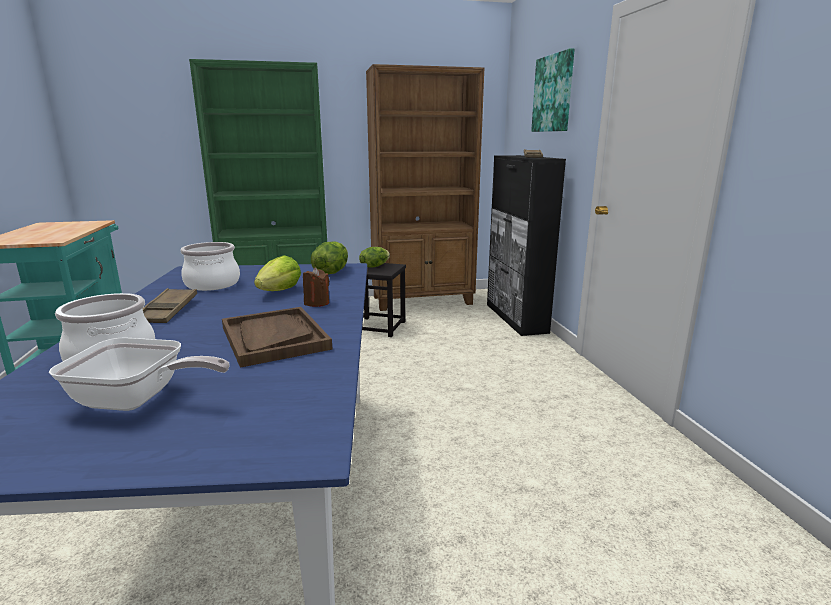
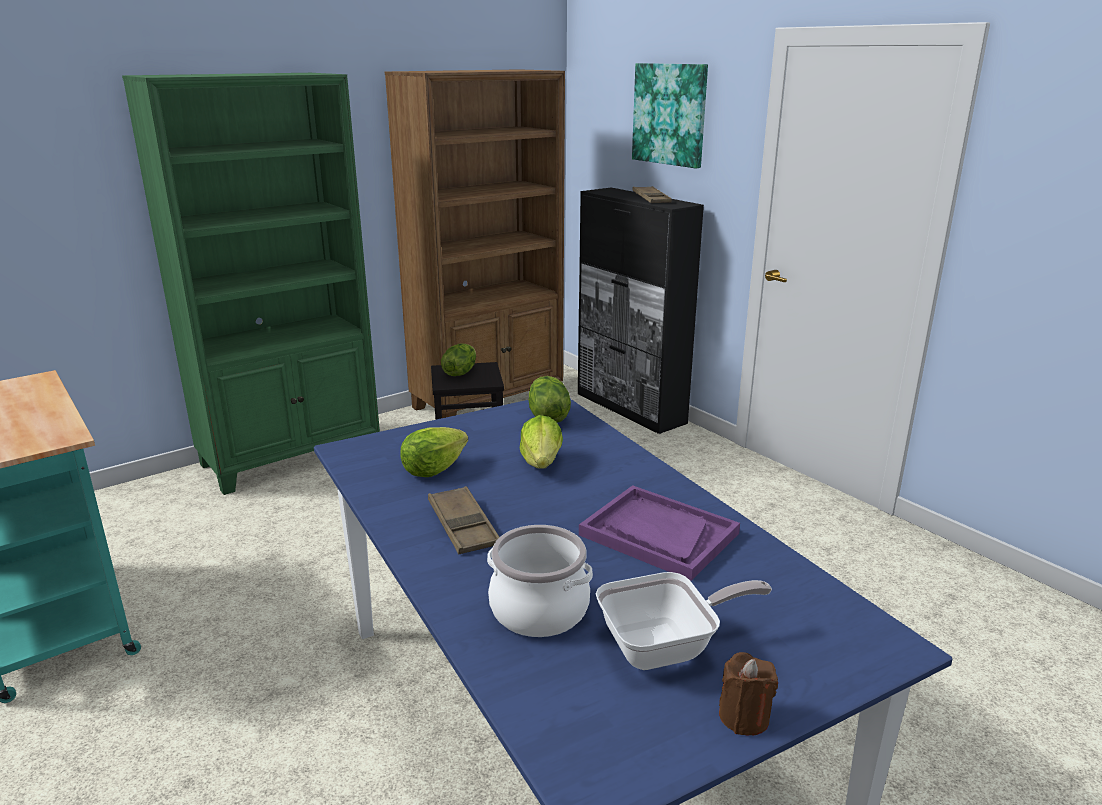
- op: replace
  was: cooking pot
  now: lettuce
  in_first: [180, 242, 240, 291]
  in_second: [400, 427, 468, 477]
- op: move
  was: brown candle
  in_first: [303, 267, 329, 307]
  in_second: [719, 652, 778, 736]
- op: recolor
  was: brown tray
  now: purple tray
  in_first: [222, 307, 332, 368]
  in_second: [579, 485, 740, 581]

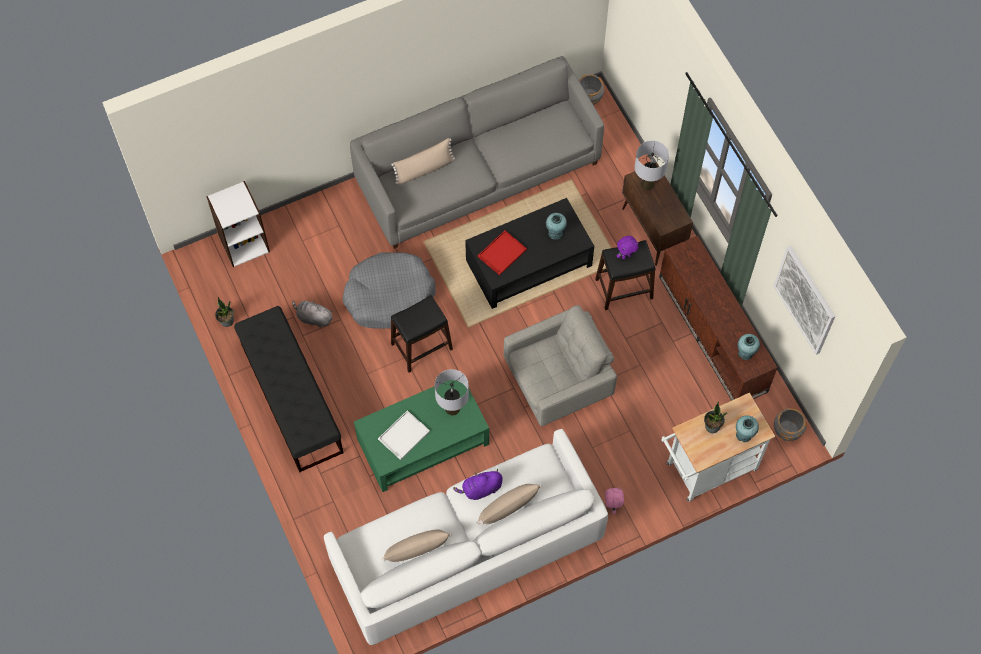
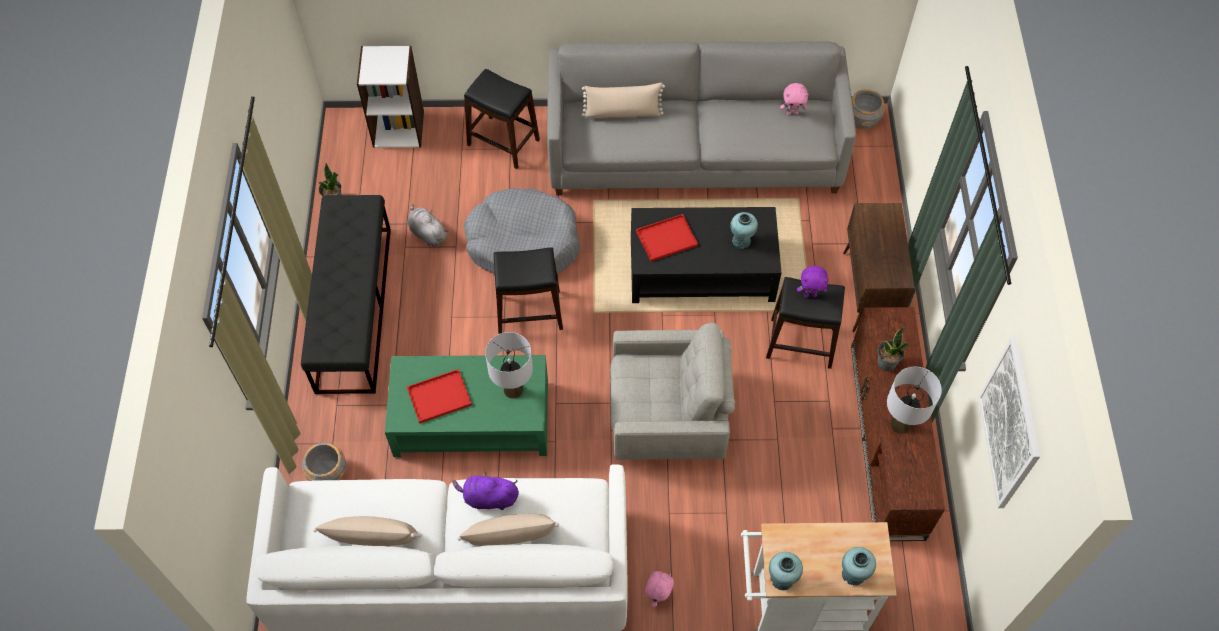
- op: move
  was: grey table lamp
  in_first: [635, 141, 669, 190]
  in_second: [887, 367, 942, 434]
- op: move
  was: turquoise vase
  in_first: [738, 334, 760, 360]
  in_second: [769, 552, 803, 590]
- op: move
  was: potted plant
  in_first: [704, 401, 728, 433]
  in_second: [878, 327, 909, 371]
- op: move
  was: grey planter
  in_first: [774, 408, 807, 441]
  in_second: [302, 443, 346, 481]
- op: recolor
  was: white tray
  now: red tray
  in_first: [378, 410, 430, 460]
  in_second: [407, 369, 472, 424]
- op: insert
  now: black stool
  in_second: [464, 69, 540, 169]
- op: insert
  now: pink plush toy
  in_second: [780, 83, 809, 115]

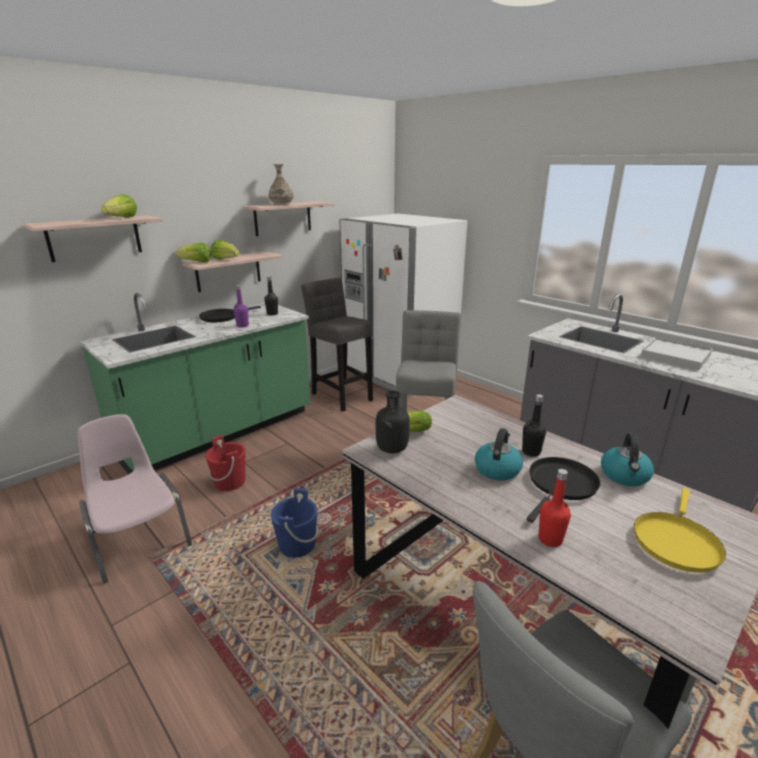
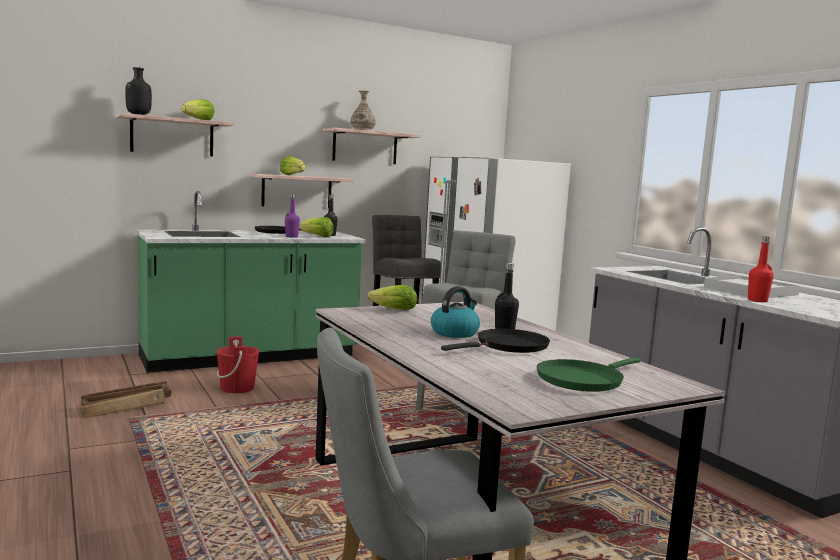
- op: move
  was: lettuce
  in_first: [176, 243, 211, 262]
  in_second: [299, 217, 333, 237]
- op: move
  was: black bottle
  in_first: [376, 391, 410, 453]
  in_second: [125, 67, 152, 115]
- op: replace
  was: pink chair
  now: crate
  in_first: [78, 414, 192, 584]
  in_second: [81, 381, 171, 418]
- op: delete
  was: kettle
  in_first: [601, 433, 654, 486]
- op: move
  was: red bottle
  in_first: [539, 469, 571, 547]
  in_second: [748, 236, 774, 302]
- op: delete
  was: blue bucket
  in_first: [271, 488, 319, 558]
- op: recolor
  was: yellow frying pan
  now: green frying pan
  in_first: [634, 488, 726, 573]
  in_second: [537, 357, 641, 392]

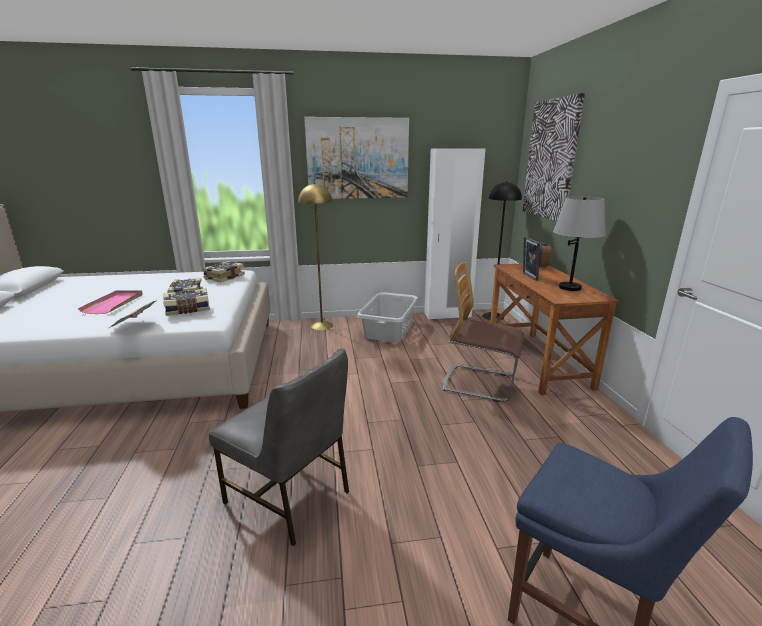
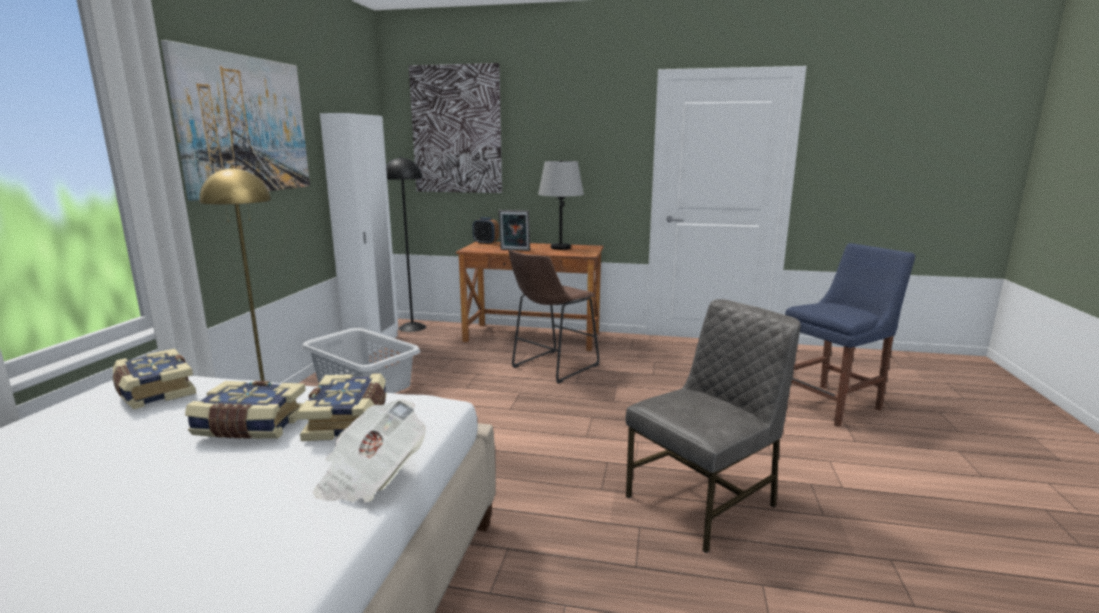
- op: replace
  was: chair
  now: brown stool
  in_first: [443, 262, 524, 402]
  in_second: [509, 250, 599, 384]
- op: delete
  was: pink tray
  in_first: [77, 290, 143, 314]

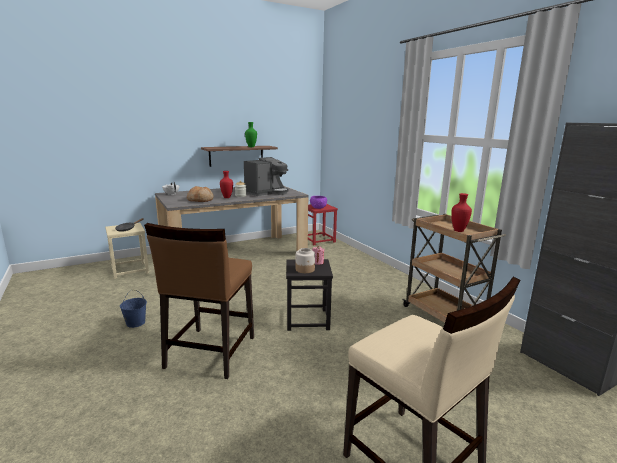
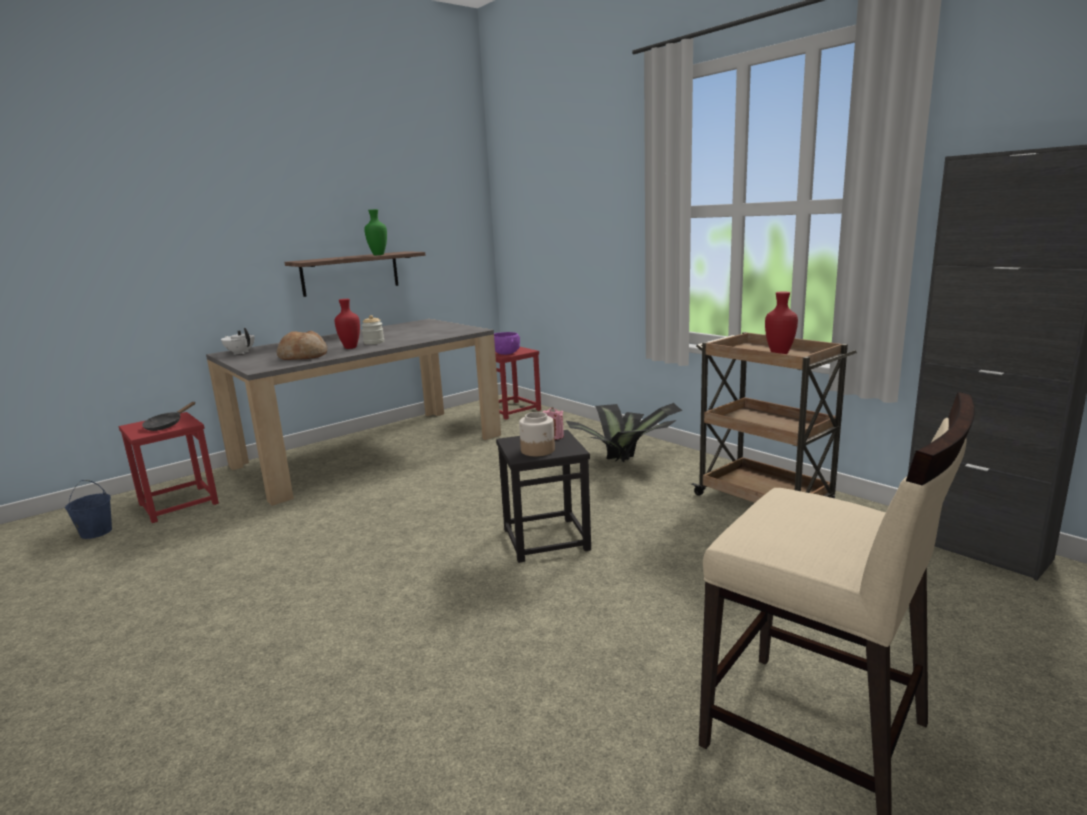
- op: delete
  was: coffee machine
  in_first: [244, 157, 288, 196]
- op: recolor
  was: beige stool
  now: red stool
  in_first: [105, 223, 149, 279]
  in_second: [119, 412, 219, 523]
- op: delete
  was: brown chair
  in_first: [144, 223, 254, 379]
- op: move
  was: blue bucket
  in_first: [120, 290, 147, 328]
  in_second: [65, 480, 112, 539]
- op: insert
  now: potted plant
  in_second: [566, 403, 682, 463]

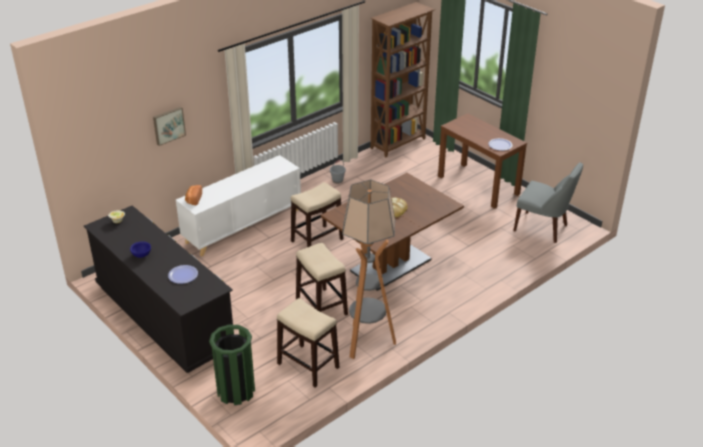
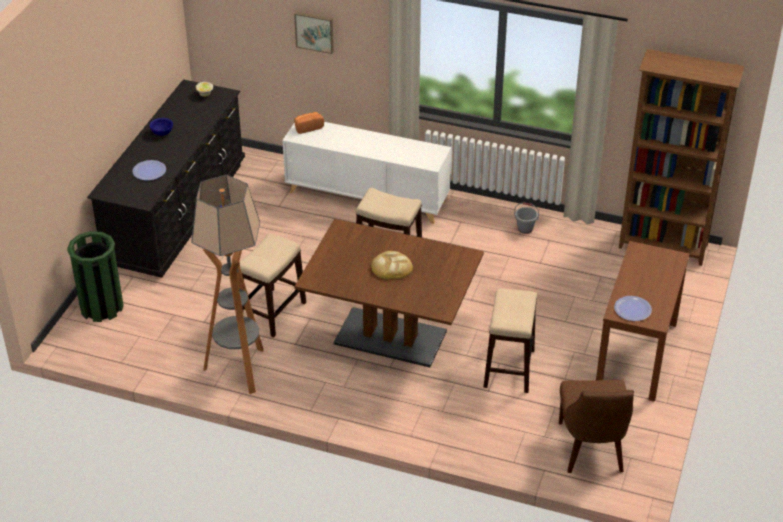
- op: recolor
  was: grey chair
  now: brown chair
  in_first: [513, 162, 583, 243]
  in_second: [559, 380, 634, 473]
- op: move
  was: stool
  in_first: [277, 298, 339, 388]
  in_second: [484, 288, 537, 393]

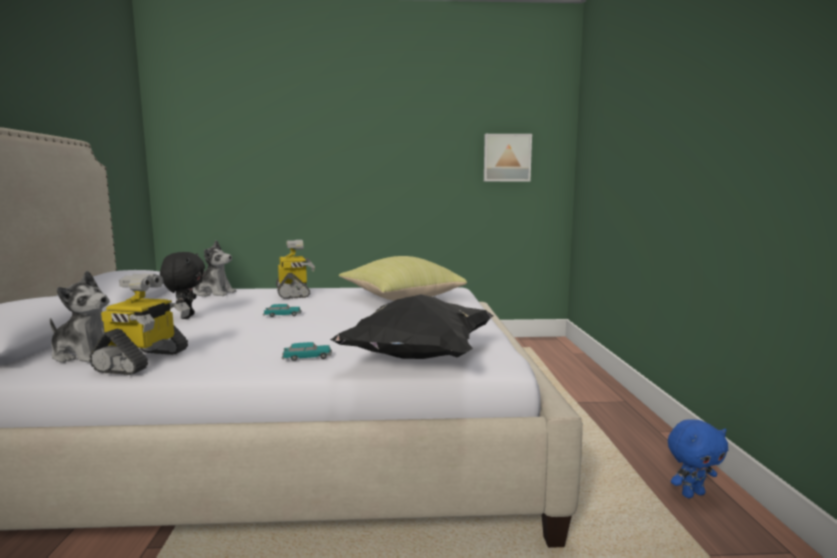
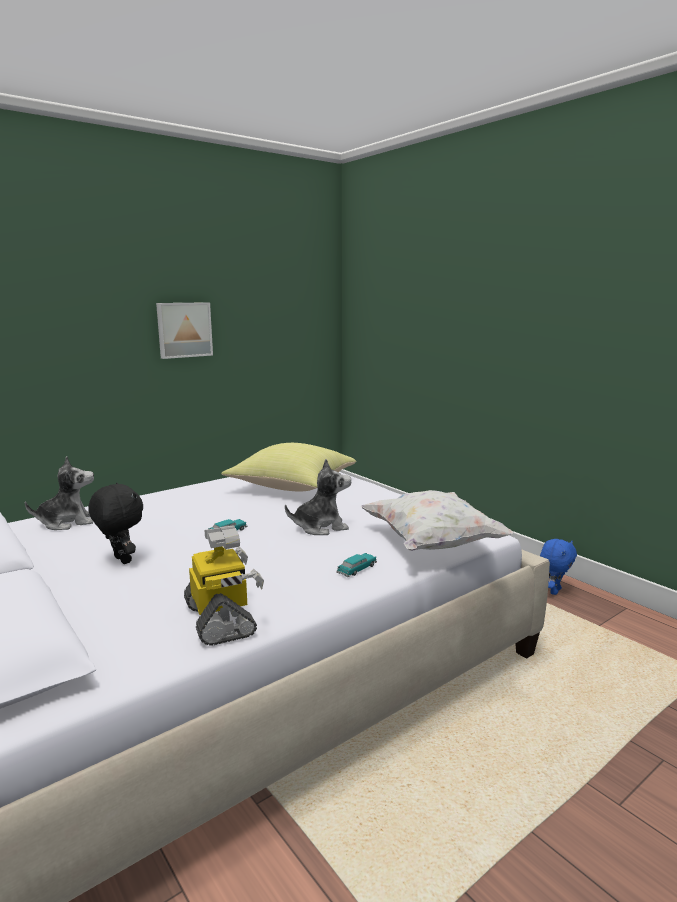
- op: move
  was: picture
  in_first: [484, 134, 532, 182]
  in_second: [156, 302, 213, 359]
- op: delete
  was: toy robot
  in_first: [276, 240, 315, 299]
- op: move
  was: plush toy
  in_first: [50, 271, 122, 363]
  in_second: [285, 459, 351, 535]
- op: recolor
  was: black pillow
  now: white pillow
  in_first: [330, 294, 493, 359]
  in_second: [361, 490, 513, 551]

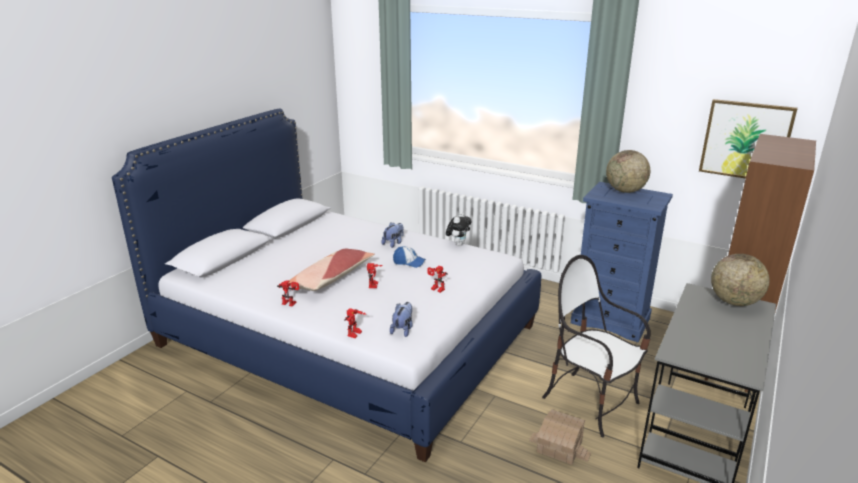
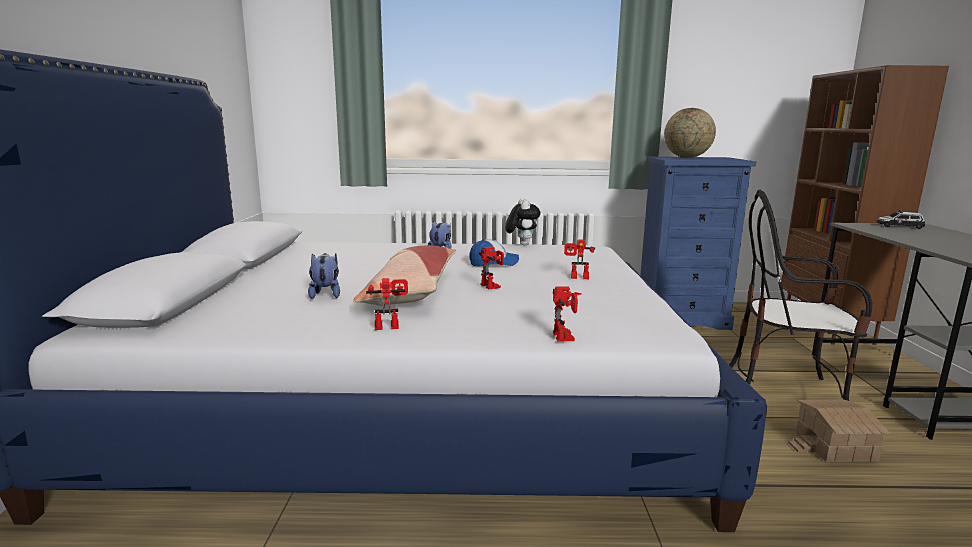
- op: delete
  was: picture
  in_first: [699, 99, 798, 179]
- op: replace
  was: globe
  now: toy car
  in_first: [711, 254, 770, 306]
  in_second: [876, 210, 925, 229]
- op: move
  was: plush toy
  in_first: [390, 302, 413, 337]
  in_second: [308, 253, 340, 299]

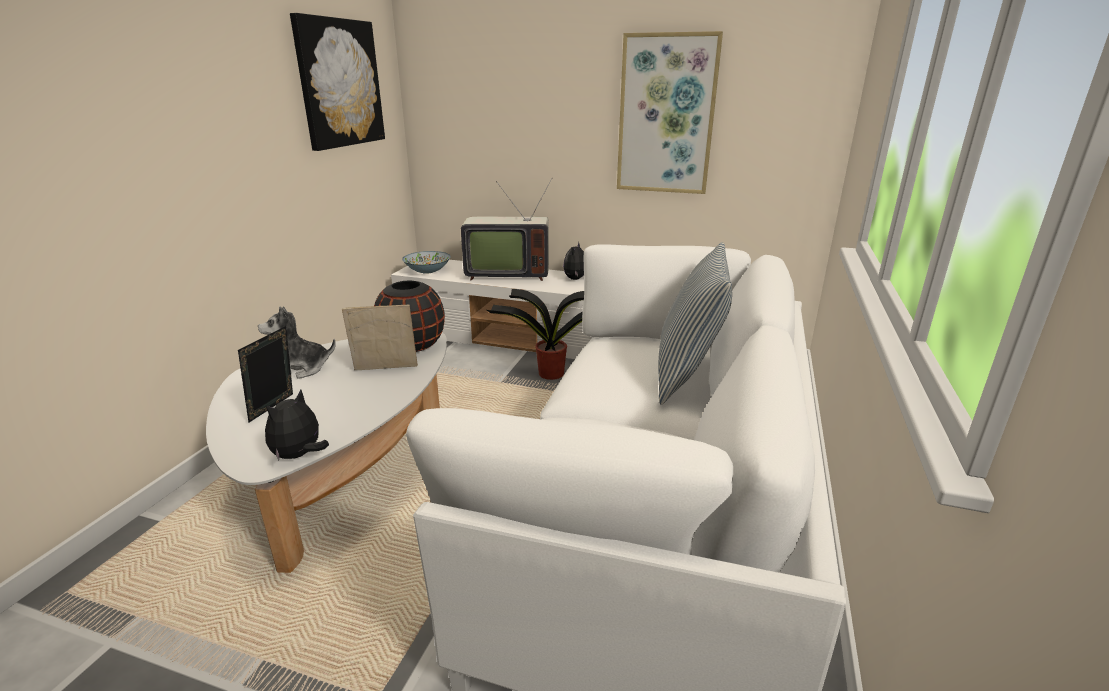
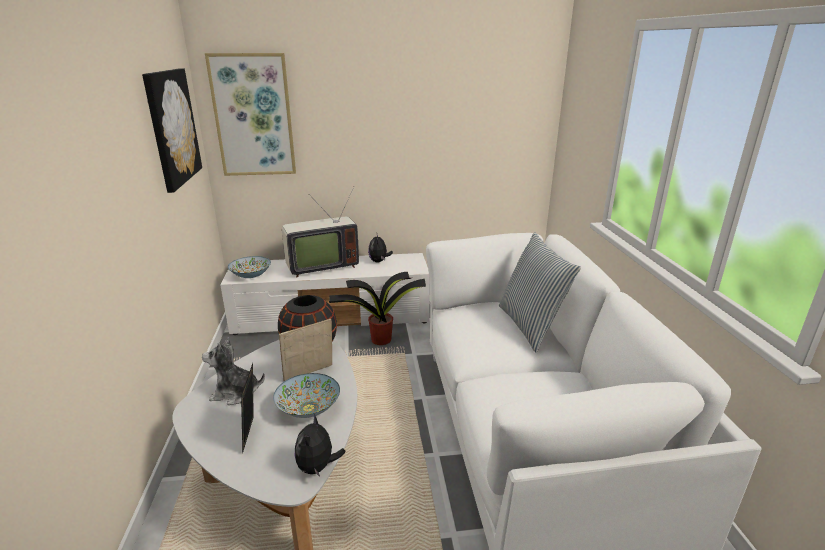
- op: move
  was: picture
  in_first: [617, 31, 723, 194]
  in_second: [205, 53, 296, 176]
- op: rotate
  was: plush toy
  in_first: [258, 306, 336, 379]
  in_second: [202, 337, 265, 405]
  clockwise: 45
- op: insert
  now: bowl
  in_second: [273, 373, 340, 418]

